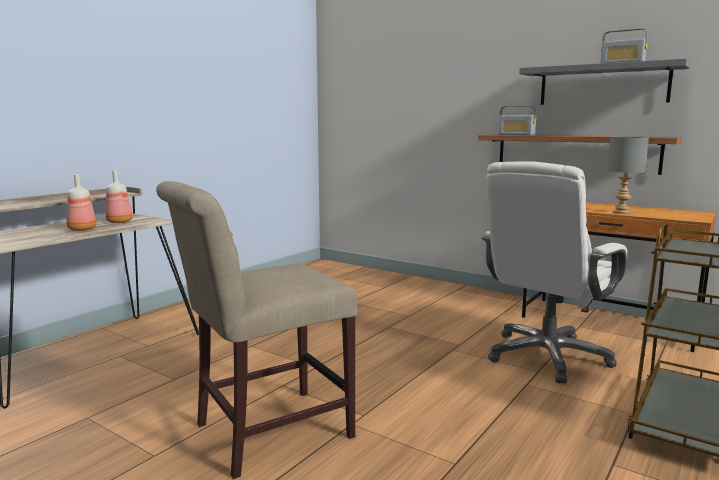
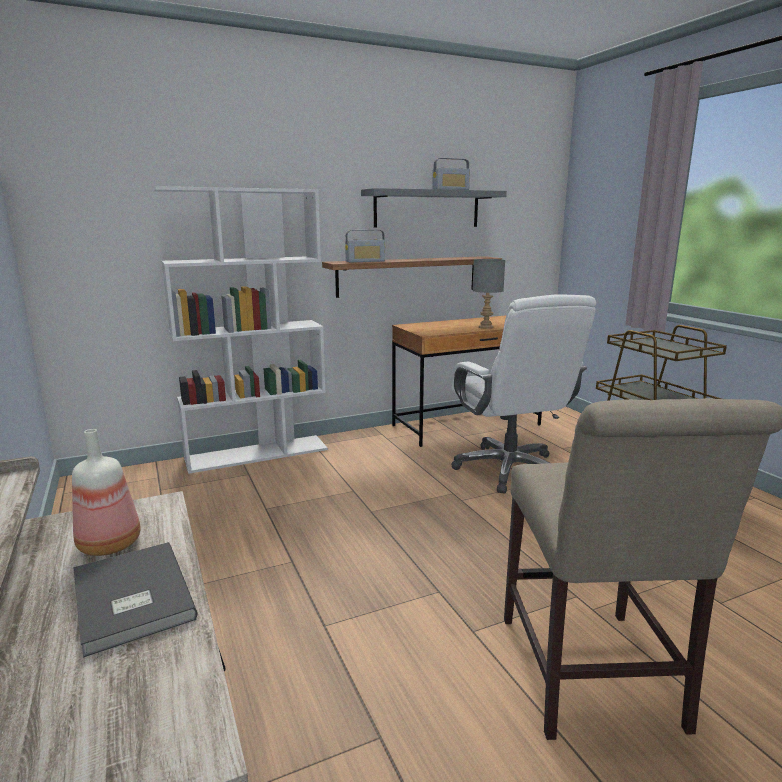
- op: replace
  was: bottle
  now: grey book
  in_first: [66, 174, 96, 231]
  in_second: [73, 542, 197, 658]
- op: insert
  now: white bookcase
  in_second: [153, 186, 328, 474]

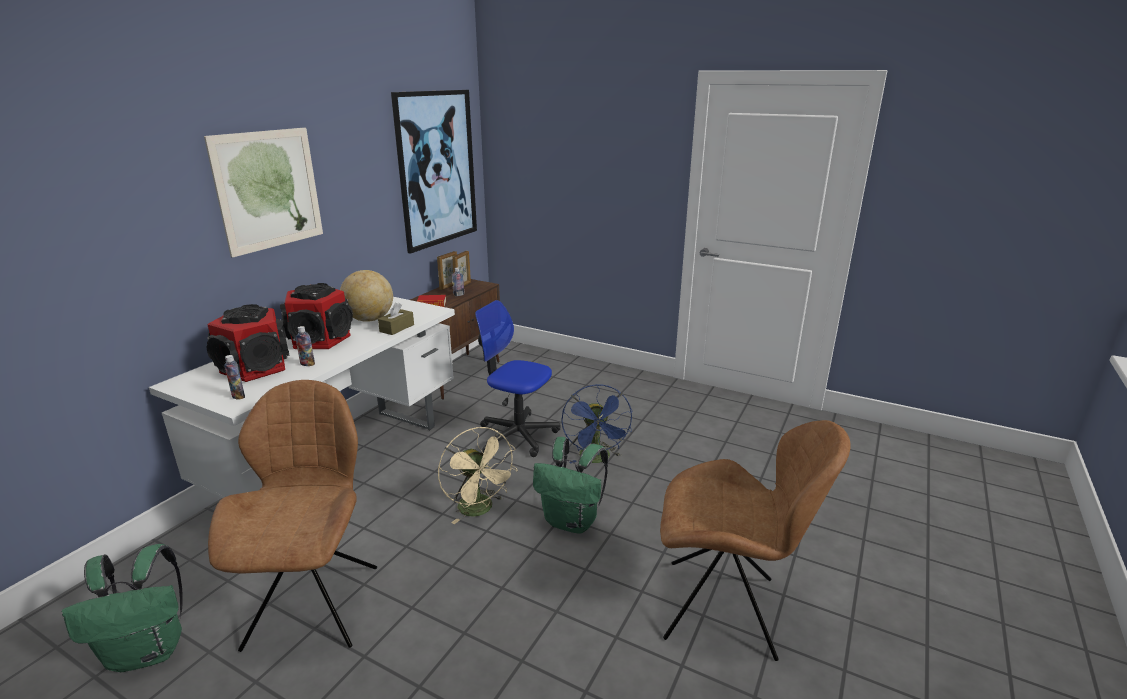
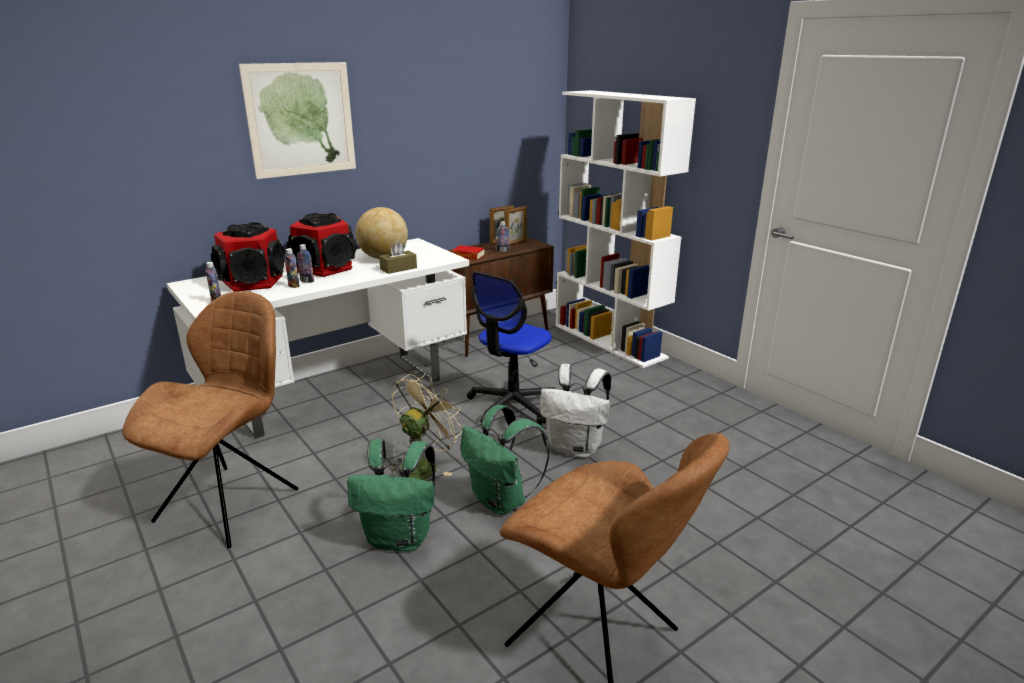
- op: delete
  was: picture
  in_first: [391, 90, 477, 254]
- op: rotate
  was: office chair
  in_first: [475, 300, 560, 457]
  in_second: [467, 271, 556, 425]
  clockwise: -105
- op: replace
  was: blue fan
  now: white backpack
  in_first: [561, 385, 633, 464]
  in_second: [540, 364, 611, 458]
- op: rotate
  was: beige fan
  in_first: [438, 427, 518, 524]
  in_second: [388, 374, 462, 480]
  clockwise: -135
- op: move
  was: green backpack
  in_first: [62, 544, 182, 672]
  in_second: [347, 439, 435, 551]
- op: insert
  now: white bookcase
  in_second: [556, 90, 696, 368]
- op: insert
  now: bottle
  in_second: [297, 244, 314, 283]

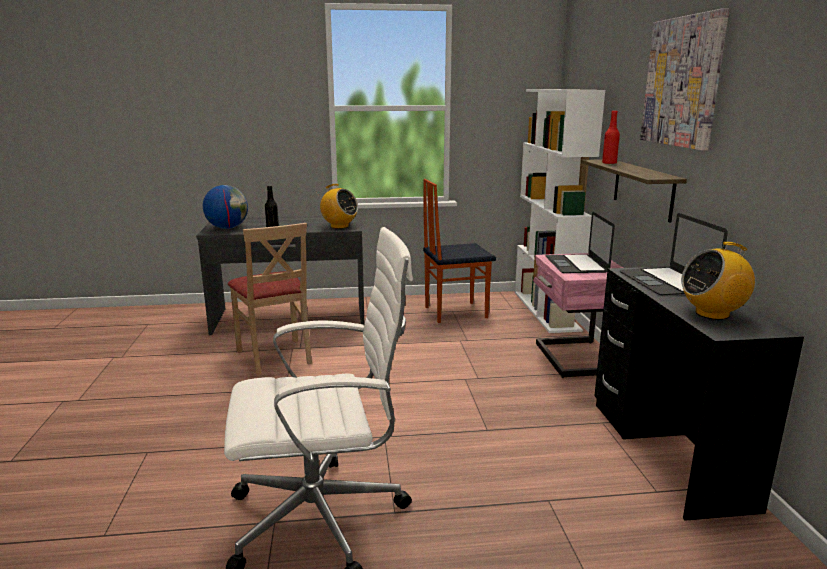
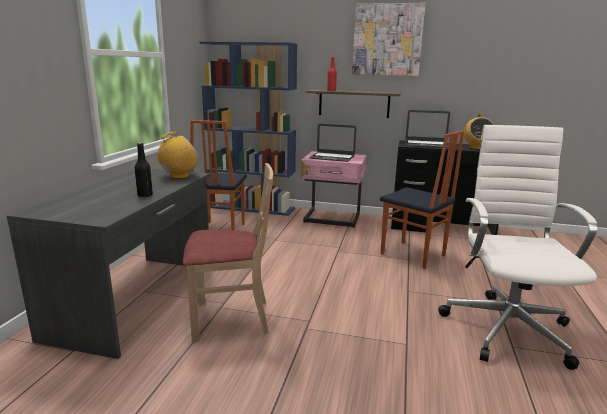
- op: recolor
  was: white bookcase
  now: blue bookcase
  in_first: [515, 89, 605, 333]
  in_second: [200, 42, 297, 216]
- op: delete
  was: globe
  in_first: [203, 185, 248, 229]
- op: insert
  now: chair
  in_second: [380, 131, 464, 269]

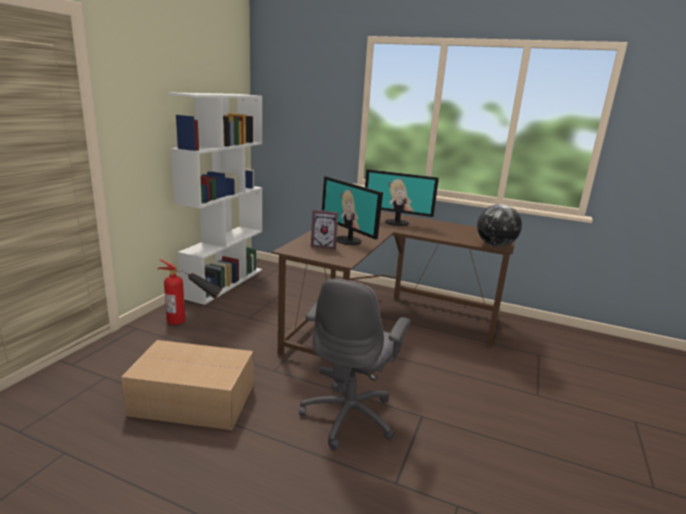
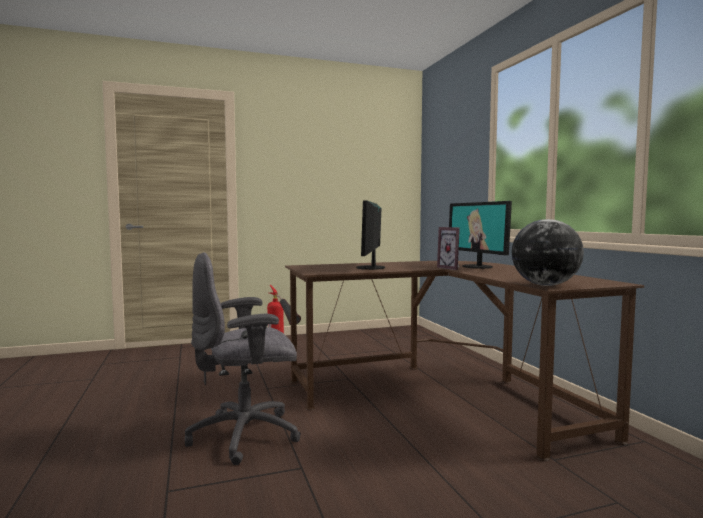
- op: delete
  was: white bookcase
  in_first: [167, 92, 262, 305]
- op: move
  was: picture frame
  in_first: [311, 210, 338, 250]
  in_second: [437, 227, 460, 270]
- op: delete
  was: cardboard box
  in_first: [121, 340, 253, 430]

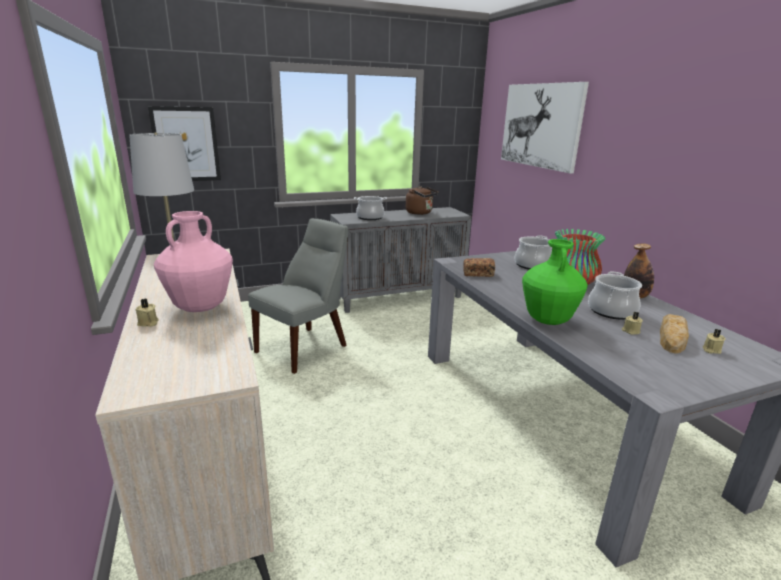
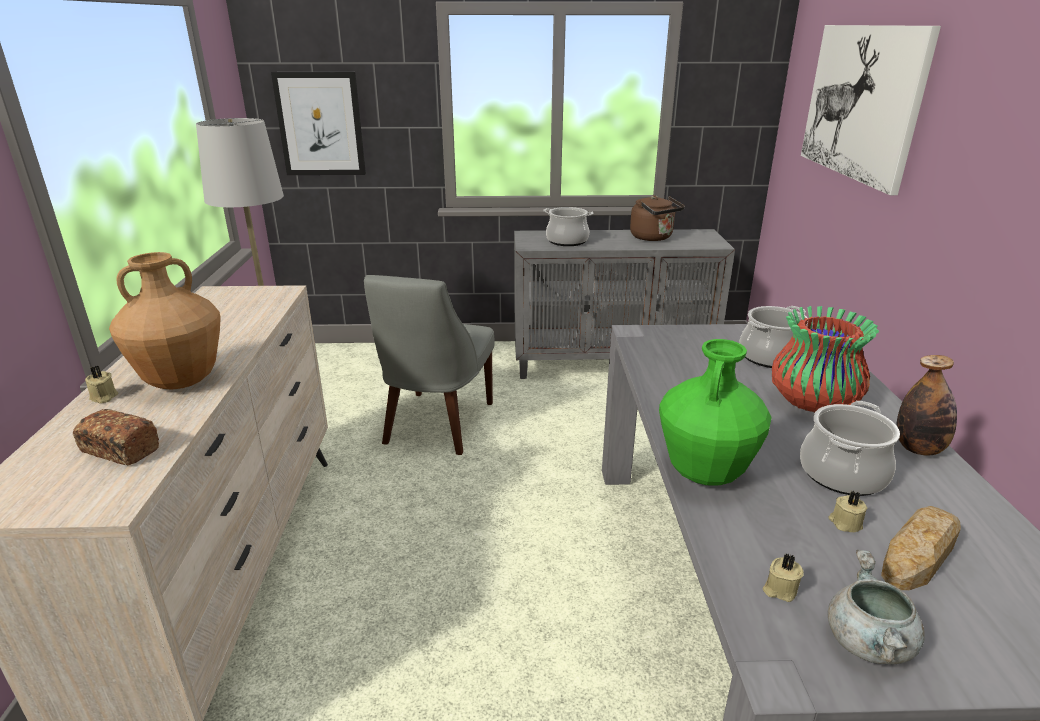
- op: recolor
  was: pink vase
  now: brown vase
  in_first: [154, 211, 233, 312]
  in_second: [109, 252, 221, 390]
- op: rotate
  was: grey chair
  in_first: [248, 218, 348, 374]
  in_second: [364, 275, 495, 455]
  clockwise: 135
- op: move
  was: bread
  in_first: [463, 258, 495, 277]
  in_second: [73, 409, 159, 466]
- op: move
  was: beige candle
  in_first: [703, 329, 726, 354]
  in_second: [763, 554, 804, 602]
- op: insert
  now: grey cooking pot
  in_second: [827, 550, 925, 664]

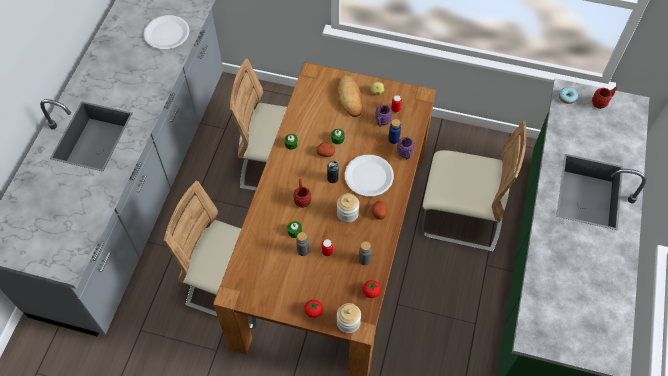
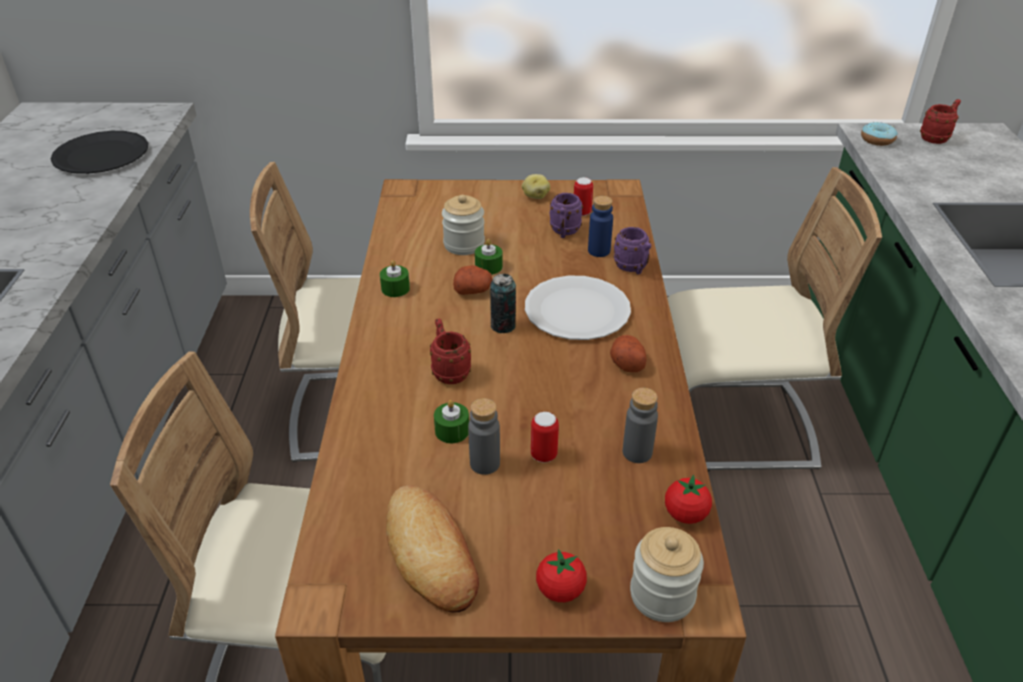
- op: recolor
  was: white plate
  now: black plate
  in_first: [144, 15, 190, 50]
  in_second: [51, 131, 148, 174]
- op: move
  was: bread
  in_first: [338, 75, 363, 117]
  in_second: [386, 485, 479, 613]
- op: move
  was: jar
  in_first: [337, 193, 359, 223]
  in_second: [442, 195, 485, 255]

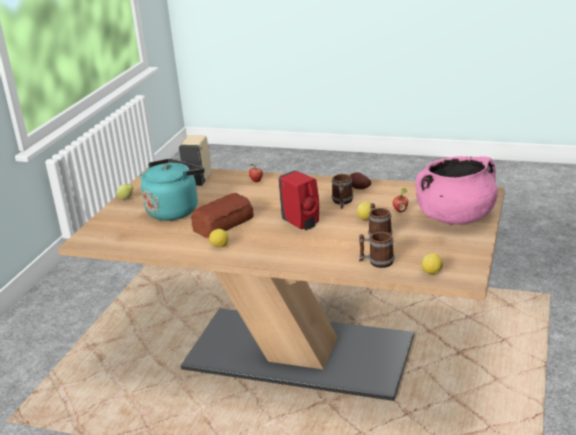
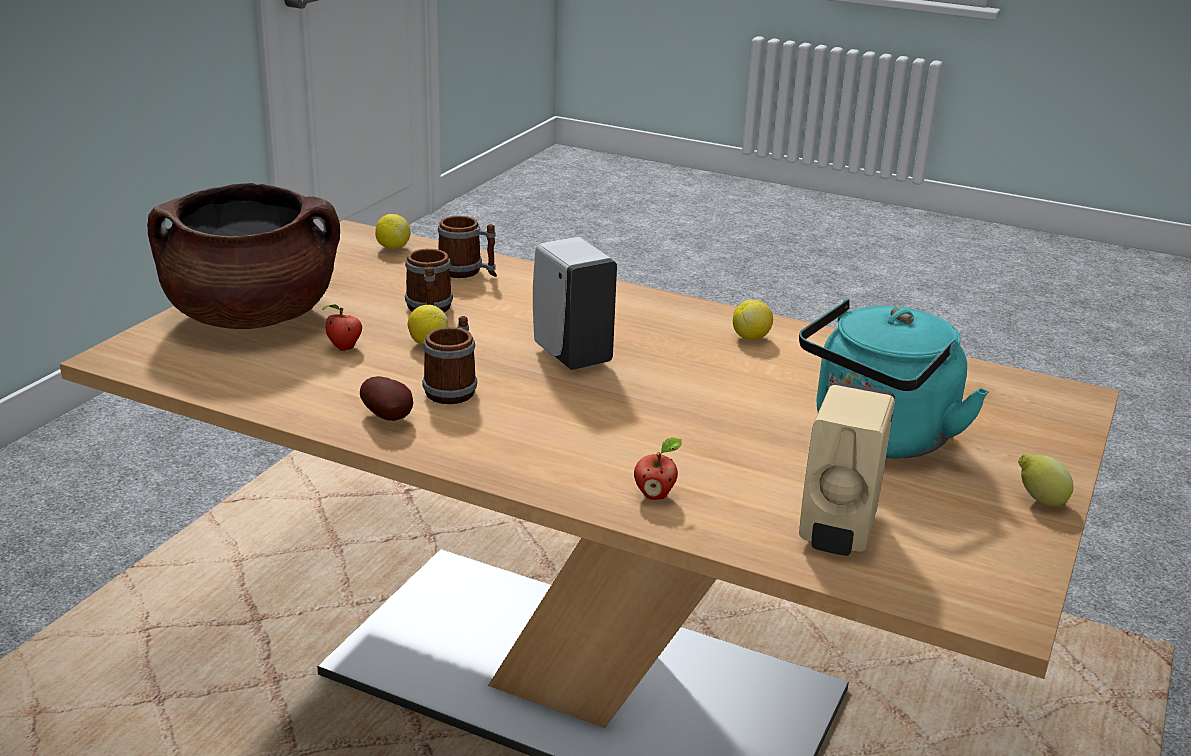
- op: recolor
  was: pink cooking pot
  now: brown cooking pot
  in_first: [415, 156, 498, 225]
  in_second: [147, 183, 340, 329]
- op: recolor
  was: red soap dispenser
  now: white soap dispenser
  in_first: [278, 170, 319, 230]
  in_second: [533, 237, 617, 370]
- op: delete
  was: bread
  in_first: [191, 193, 254, 238]

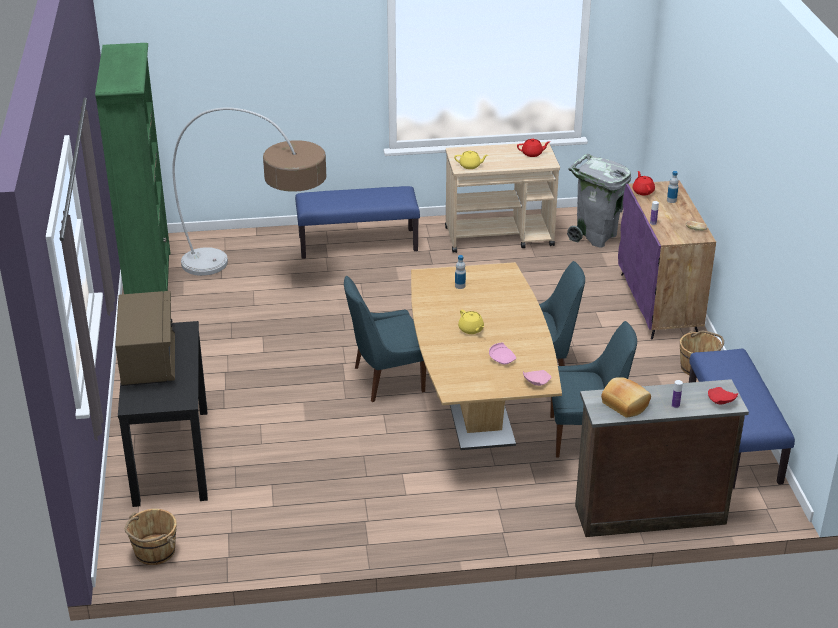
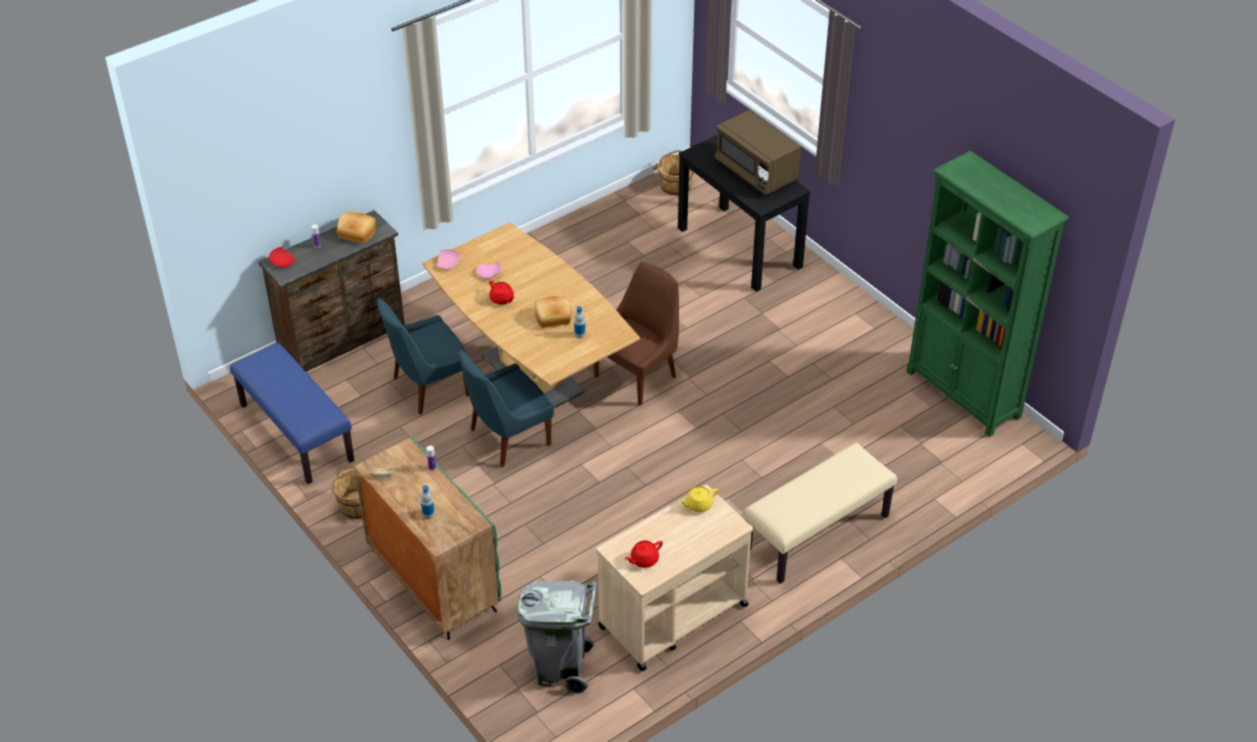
- op: delete
  was: floor lamp
  in_first: [172, 107, 326, 276]
- op: move
  was: red teapot
  in_first: [633, 171, 655, 195]
  in_second: [489, 281, 514, 305]
- op: recolor
  was: purple cabinet
  now: green cabinet
  in_first: [618, 180, 716, 340]
  in_second: [354, 437, 501, 640]
- op: recolor
  was: blue bench
  now: beige bench
  in_first: [295, 186, 420, 259]
  in_second: [743, 443, 897, 584]
- op: recolor
  was: blue chair
  now: brown chair
  in_first: [344, 276, 426, 402]
  in_second: [593, 262, 679, 405]
- op: delete
  was: yellow teapot
  in_first: [458, 310, 484, 334]
- op: insert
  now: bread
  in_second: [535, 296, 571, 328]

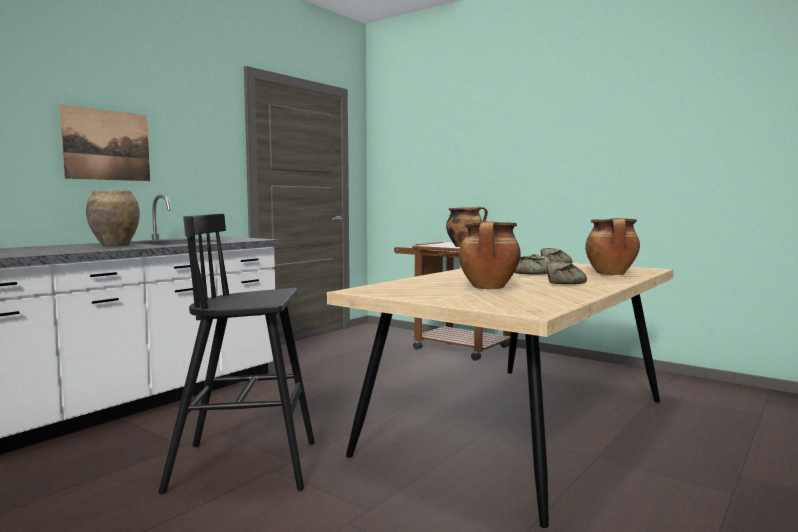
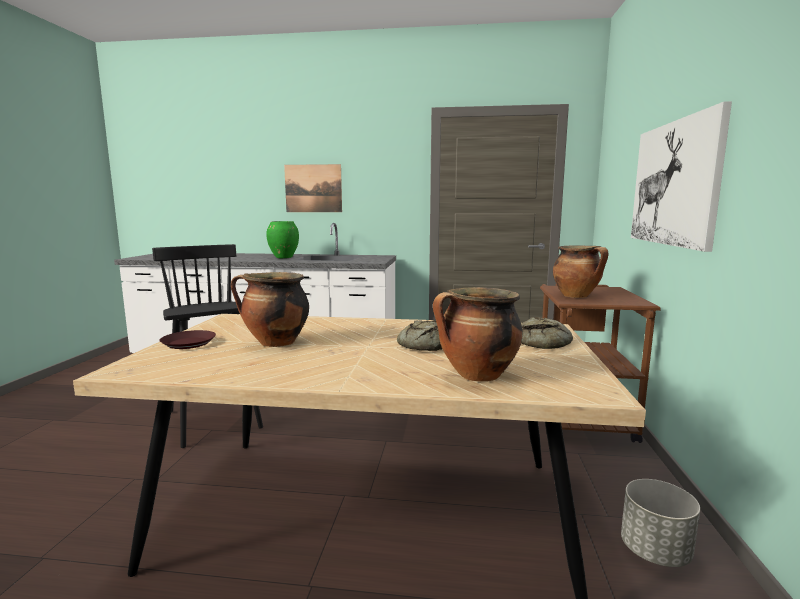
- op: recolor
  was: brown vase
  now: green vase
  in_first: [86, 190, 140, 246]
  in_second: [266, 221, 299, 258]
- op: delete
  was: bread
  in_first: [547, 261, 587, 284]
- op: insert
  now: picture
  in_second: [631, 101, 732, 252]
- op: insert
  now: brown plate
  in_second: [160, 330, 216, 349]
- op: insert
  now: grey planter
  in_second: [621, 479, 700, 567]

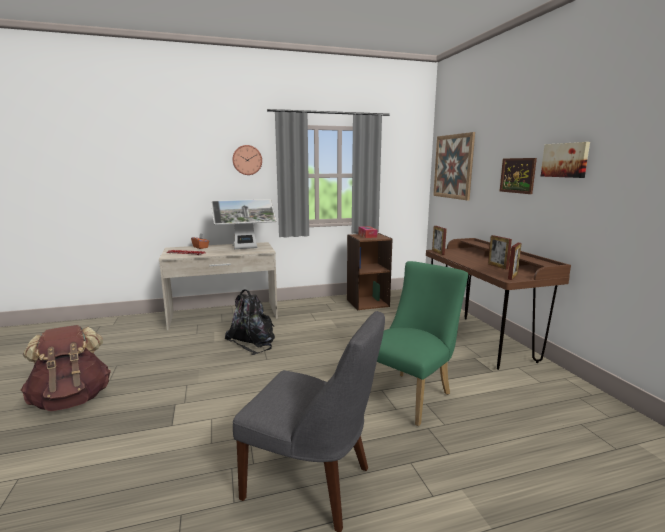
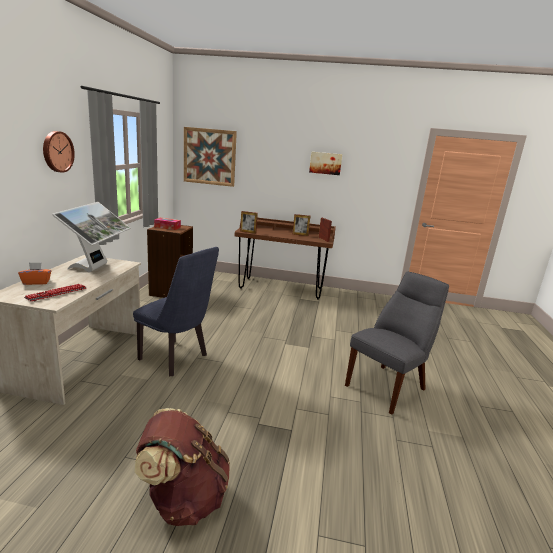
- op: delete
  was: picture
  in_first: [500, 158, 537, 194]
- op: delete
  was: green chair
  in_first: [377, 261, 468, 426]
- op: replace
  was: black backpack
  now: blue chair
  in_first: [225, 289, 275, 355]
  in_second: [133, 247, 219, 376]

